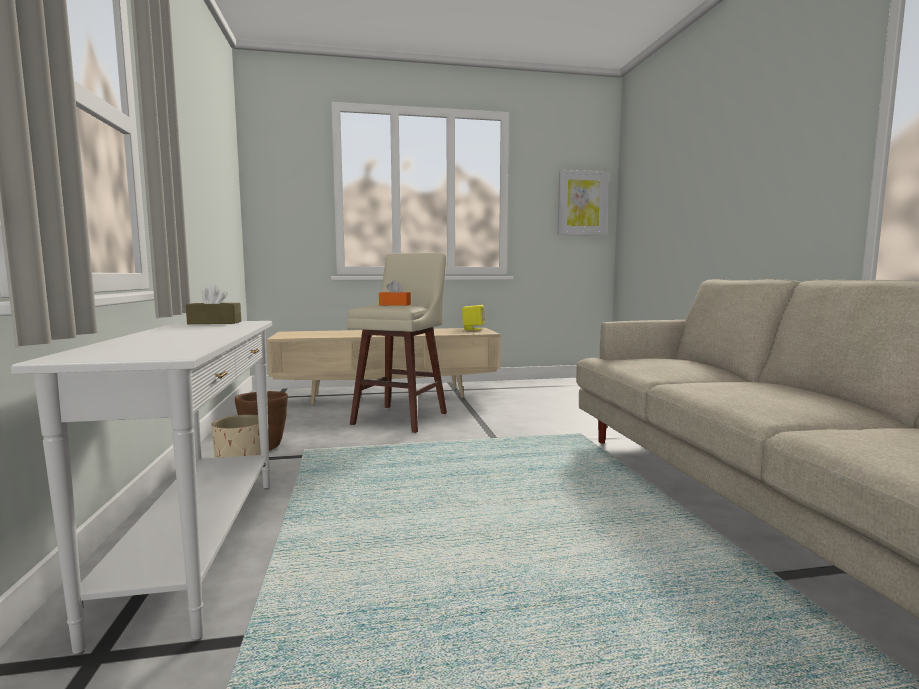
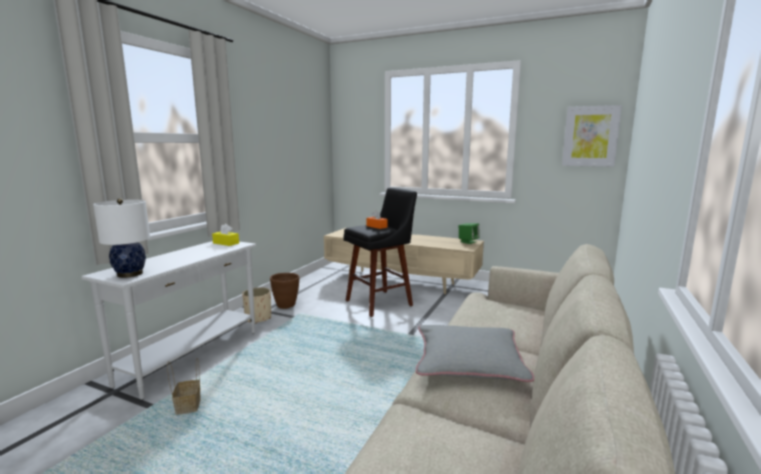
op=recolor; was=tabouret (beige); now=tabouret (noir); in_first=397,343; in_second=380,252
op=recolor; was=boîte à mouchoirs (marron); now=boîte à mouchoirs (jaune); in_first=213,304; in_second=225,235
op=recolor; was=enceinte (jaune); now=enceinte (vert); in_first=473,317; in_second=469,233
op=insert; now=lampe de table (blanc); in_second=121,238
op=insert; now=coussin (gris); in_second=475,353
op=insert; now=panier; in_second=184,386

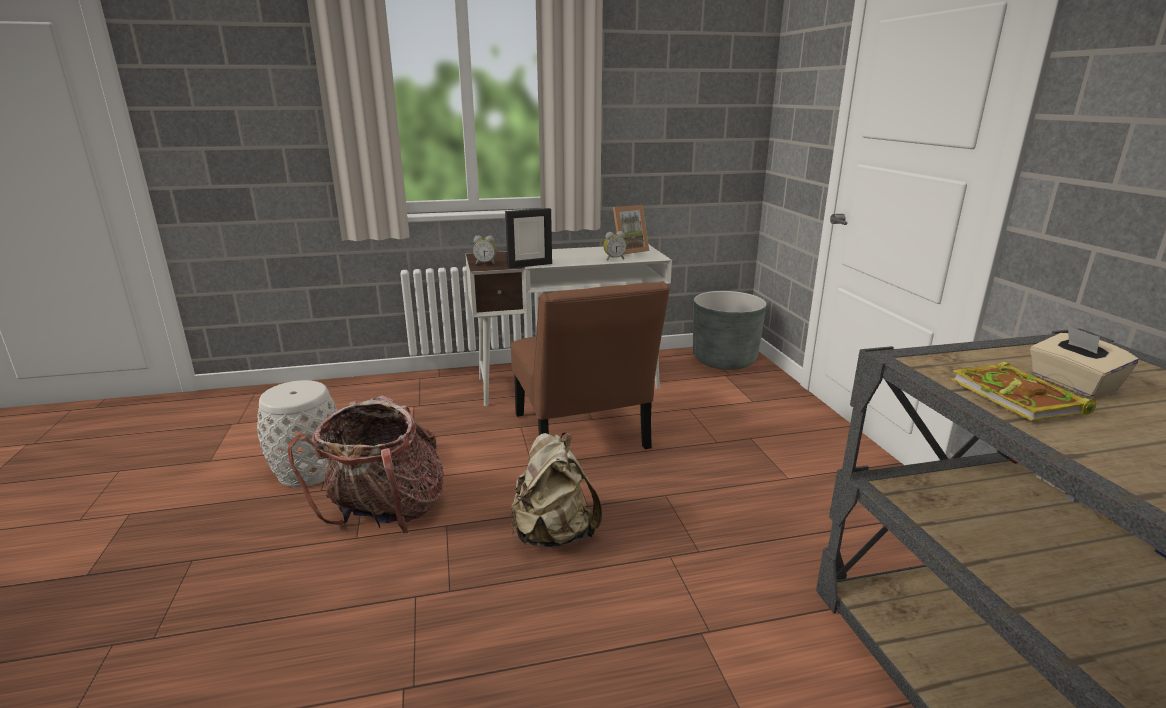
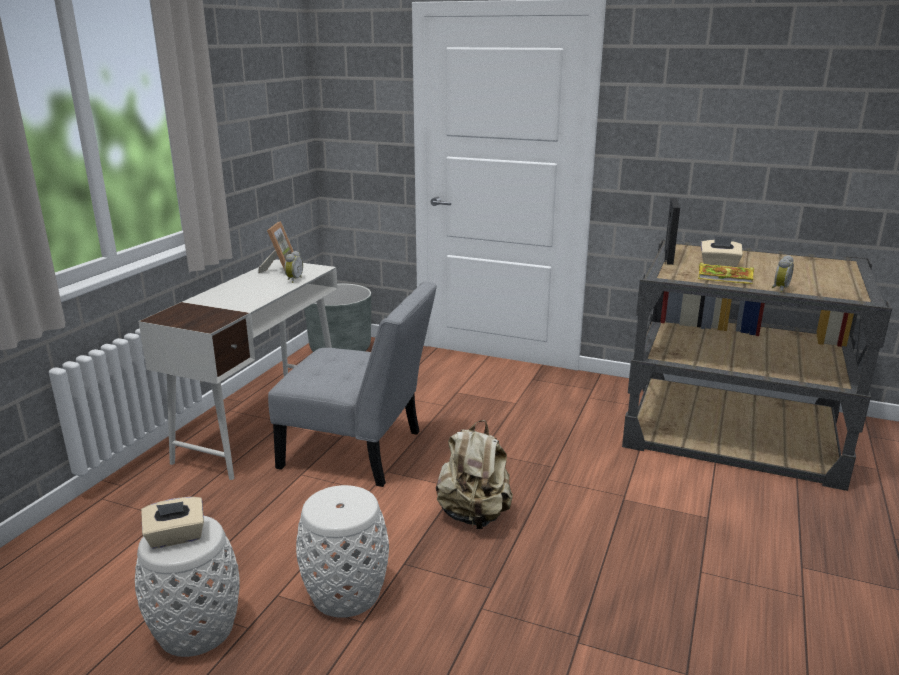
op=move; was=cadre photo; in_first=528,238; in_second=672,231
op=move; was=réveil; in_first=484,250; in_second=783,274
op=recolor; was=chaise (marron); now=chaise (gris); in_first=590,365; in_second=352,384
op=replace; was=sac à dos; now=tabouret (blanc); in_first=366,464; in_second=342,551
op=insert; now=boîte à mouchoirs (beige); in_second=172,523

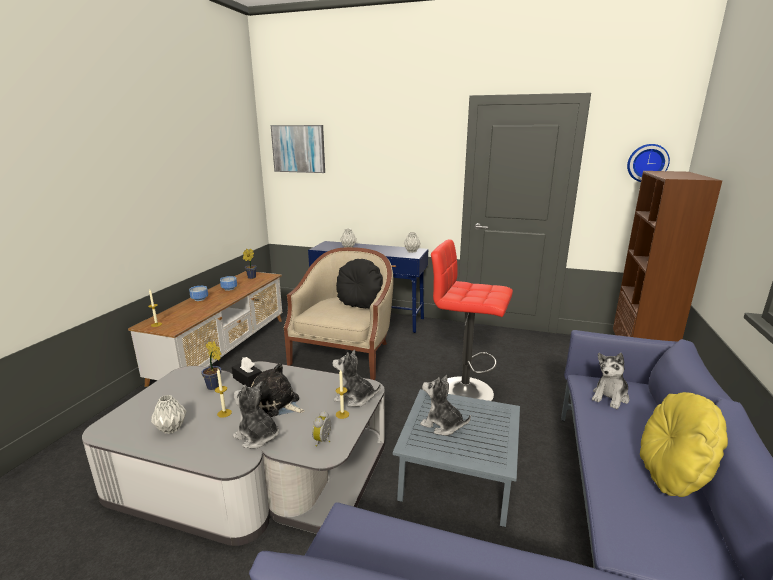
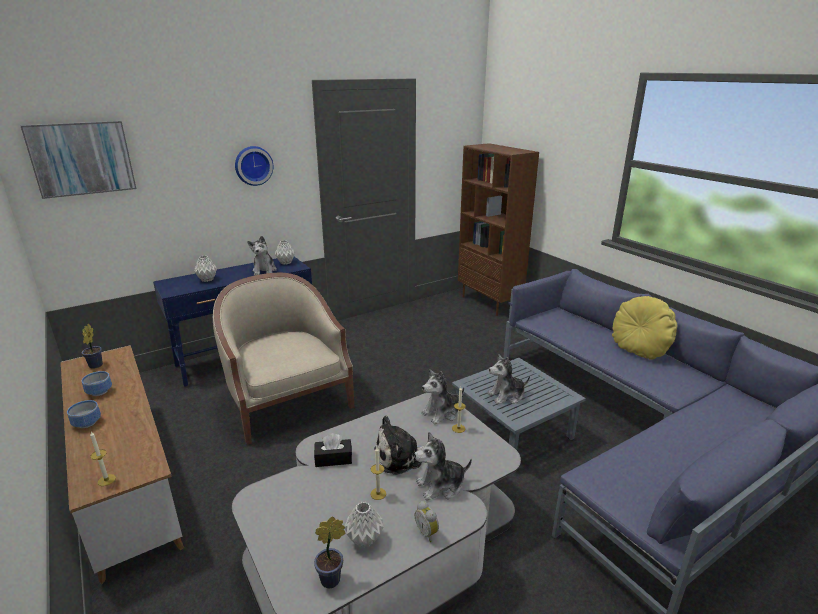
op=move; was=horloge murale; in_first=648,163; in_second=254,166
op=delete; was=tabouret (rouge); in_first=472,320
op=delete; was=coussin (noir); in_first=359,283
op=move; was=plante en pot; in_first=211,365; in_second=329,552
op=move; was=peluche; in_first=610,381; in_second=262,256
op=move; was=réveil; in_first=321,428; in_second=427,521

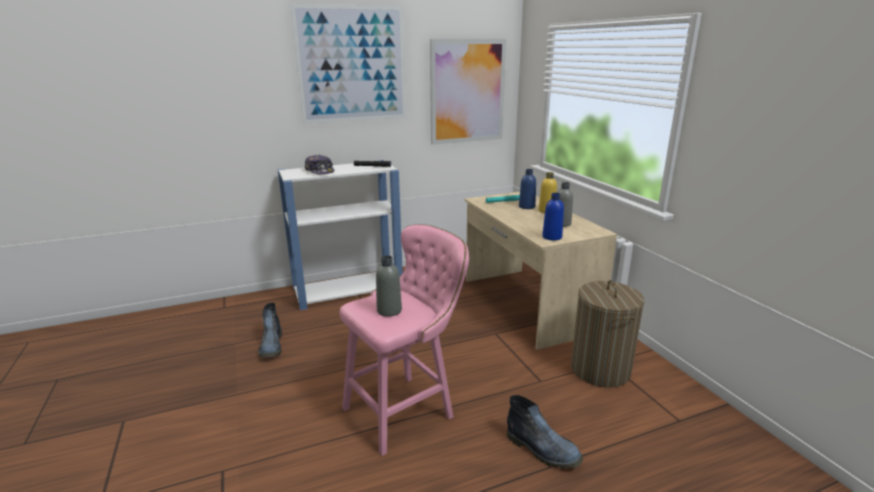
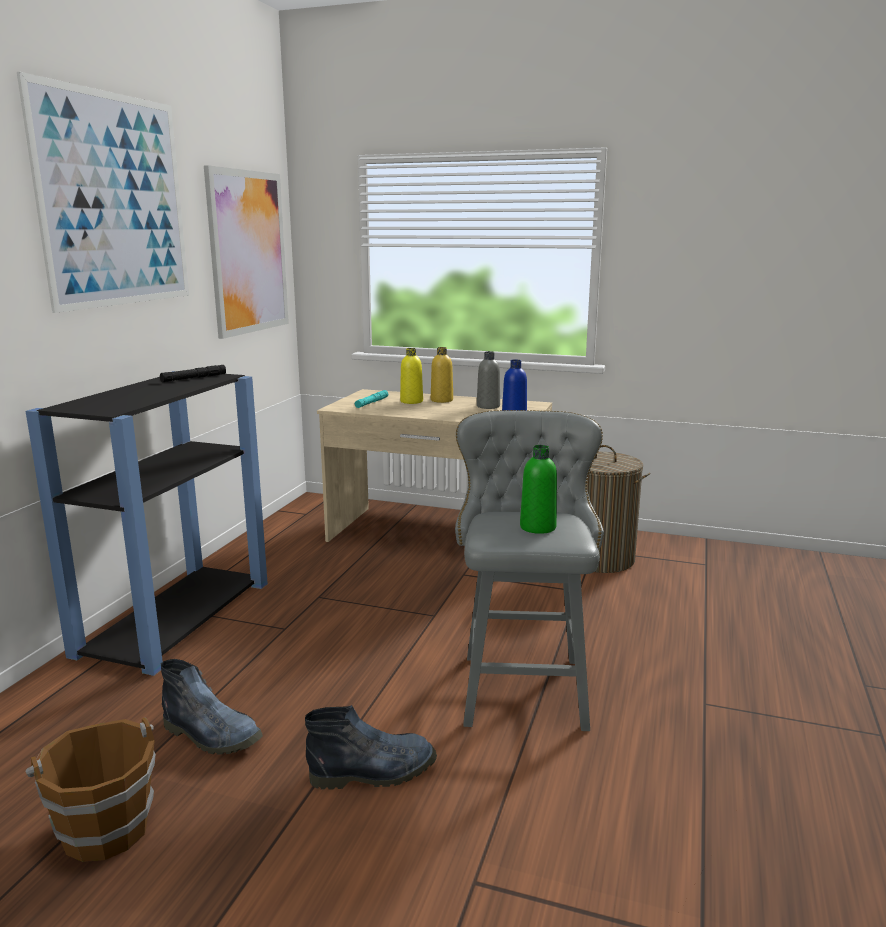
op=delete; was=casquette; in_first=319,164
op=recolor; was=bibliothèque (blanc); now=bibliothèque (noir); in_first=340,235; in_second=147,523
op=recolor; was=bouteille (bleu); now=bouteille (jaune); in_first=527,189; in_second=411,376
op=recolor; was=tabouret (rose); now=tabouret (gris); in_first=404,340; in_second=529,570
op=recolor; was=bouteille (gris); now=bouteille (vert); in_first=389,286; in_second=538,489
op=move; was=botte; in_first=545,432; in_second=371,747
op=insert; now=seau (marron); in_second=91,789

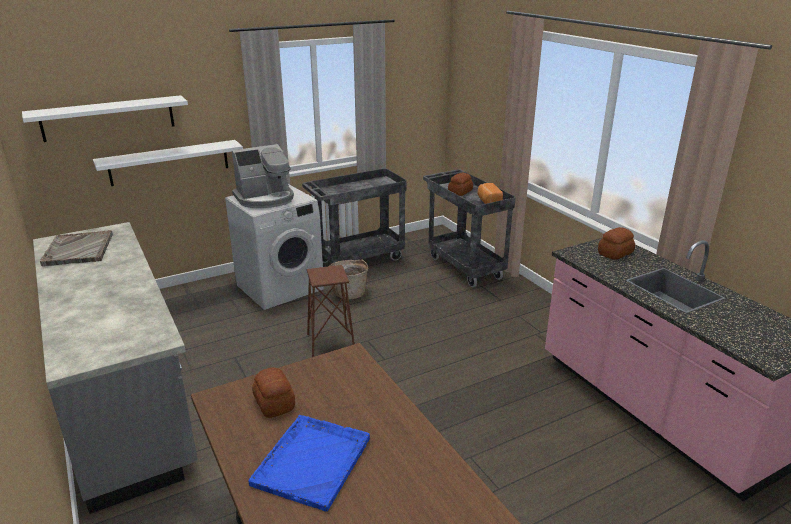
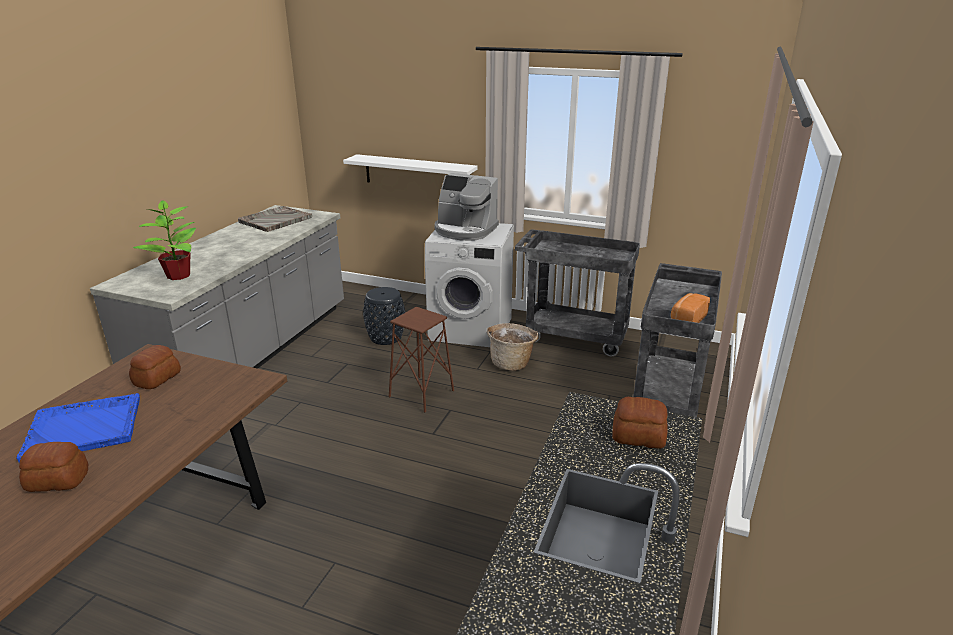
op=delete; was=étagère (blanc); in_first=105,118
op=move; was=pain; in_first=460,184; in_second=53,467
op=insert; now=plante en pot; in_second=164,240
op=insert; now=tabouret (noir); in_second=384,316

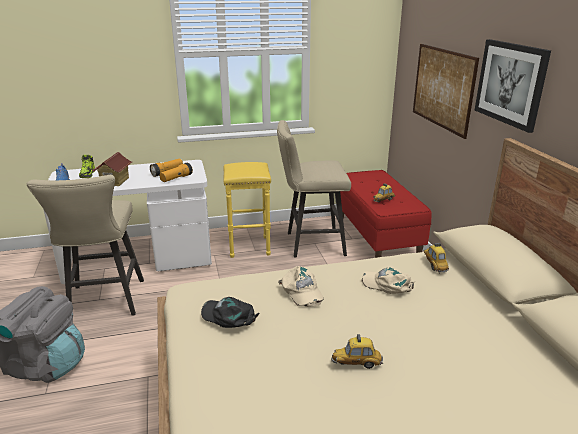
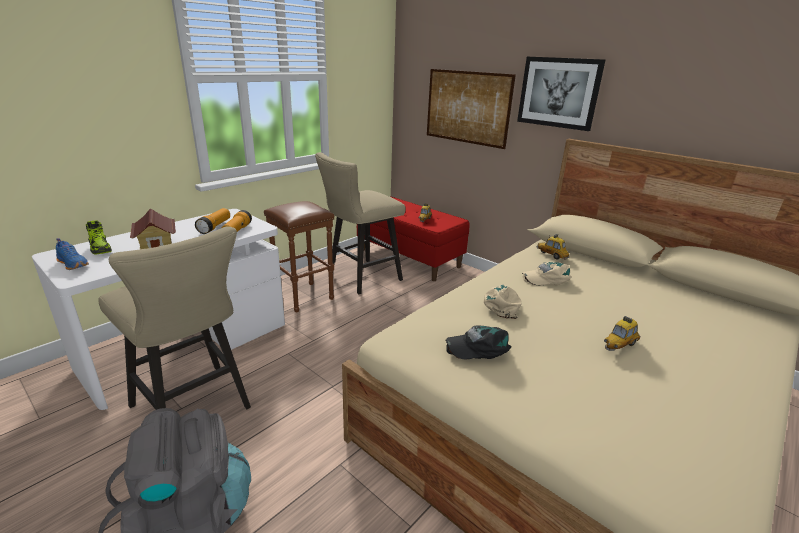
op=recolor; was=tabouret (jaune); now=tabouret (marron); in_first=247,210; in_second=299,256
op=rotate; was=casquette (beige); in_first=300,286; in_second=502,302; clockwise=-105

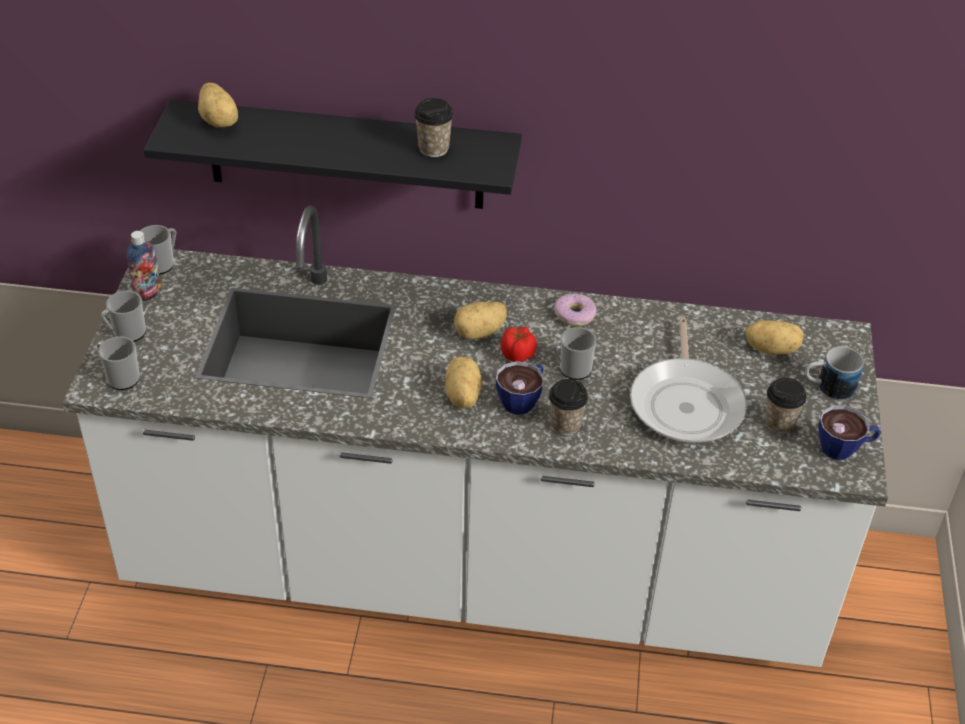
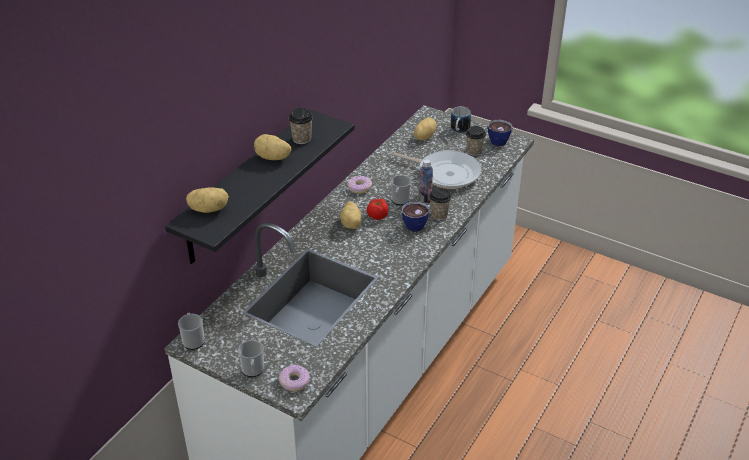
op=move; was=bouteille; in_first=144,266; in_second=426,181
op=replace; was=mug; now=beignet; in_first=118,363; in_second=294,378
op=move; was=pomme de terre; in_first=463,382; in_second=273,147

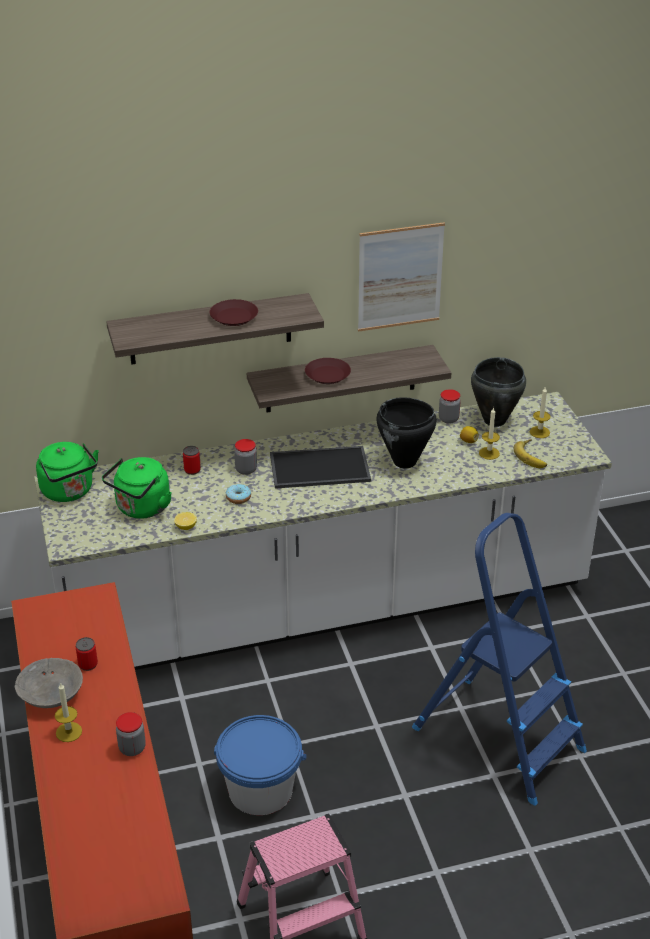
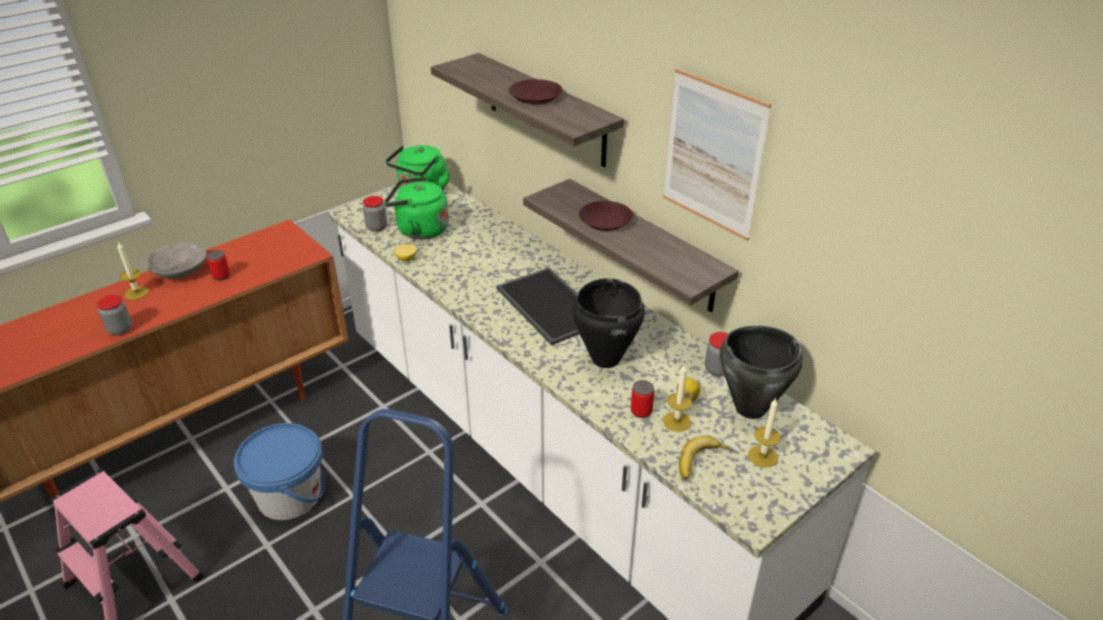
op=move; was=bocal; in_first=245,457; in_second=375,214
op=move; was=boîte métallique; in_first=192,460; in_second=642,399
op=delete; was=beignet; in_first=238,494

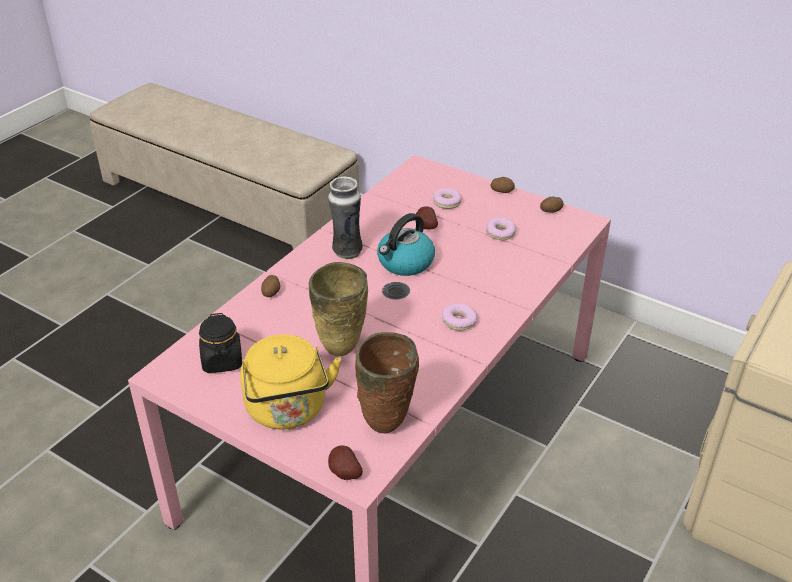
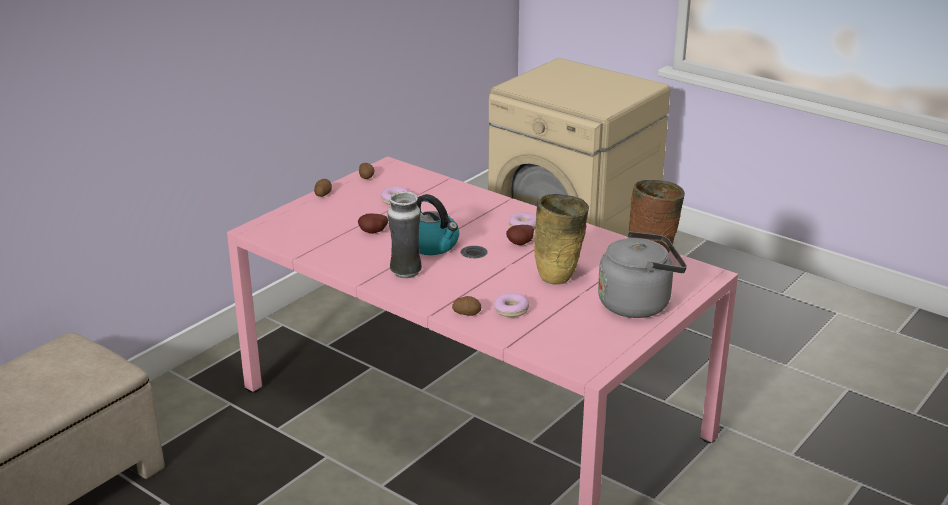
op=move; was=beignet; in_first=447,198; in_second=511,305
op=delete; was=bocal (noir); in_first=220,343
op=recolor; was=bouilloire (jaune); now=bouilloire (gris); in_first=290,381; in_second=642,274
op=move; was=pomme de terre; in_first=345,462; in_second=520,235

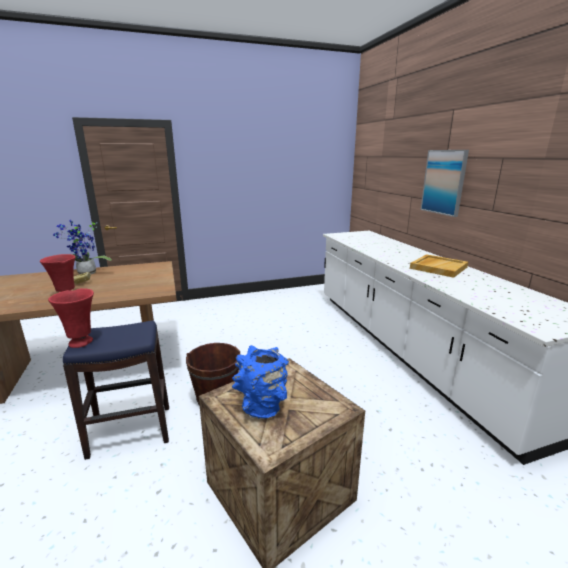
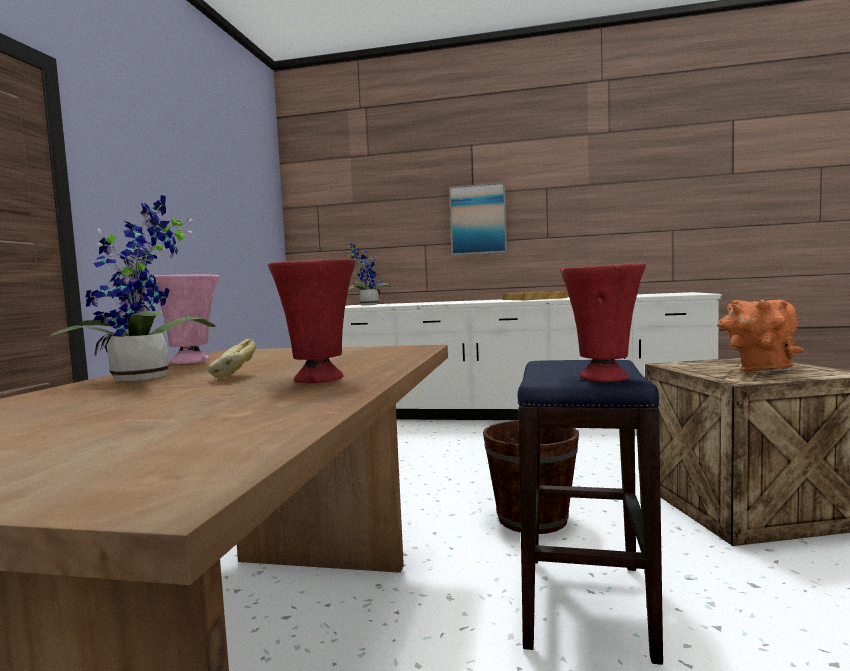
op=recolor; was=vase (bleu); now=vase (orange); in_first=260,382; in_second=761,335
op=insert; now=plante en pot; in_second=369,274
op=insert; now=vase (rose); in_second=185,319

